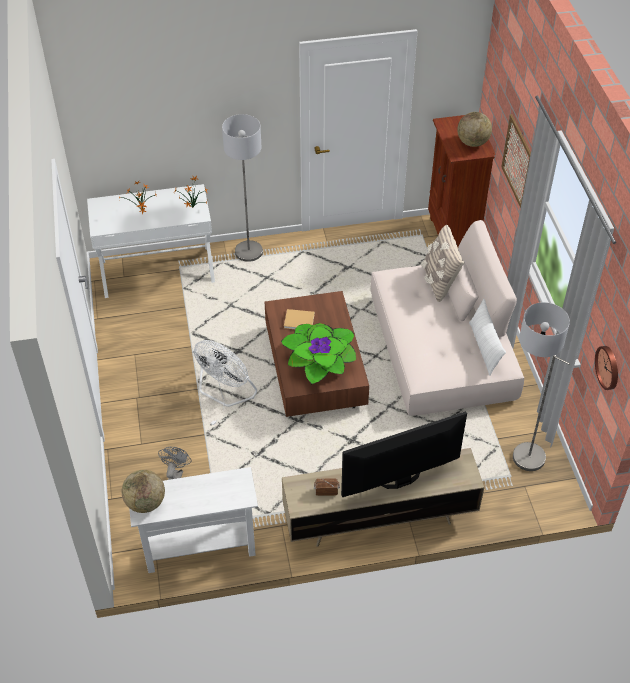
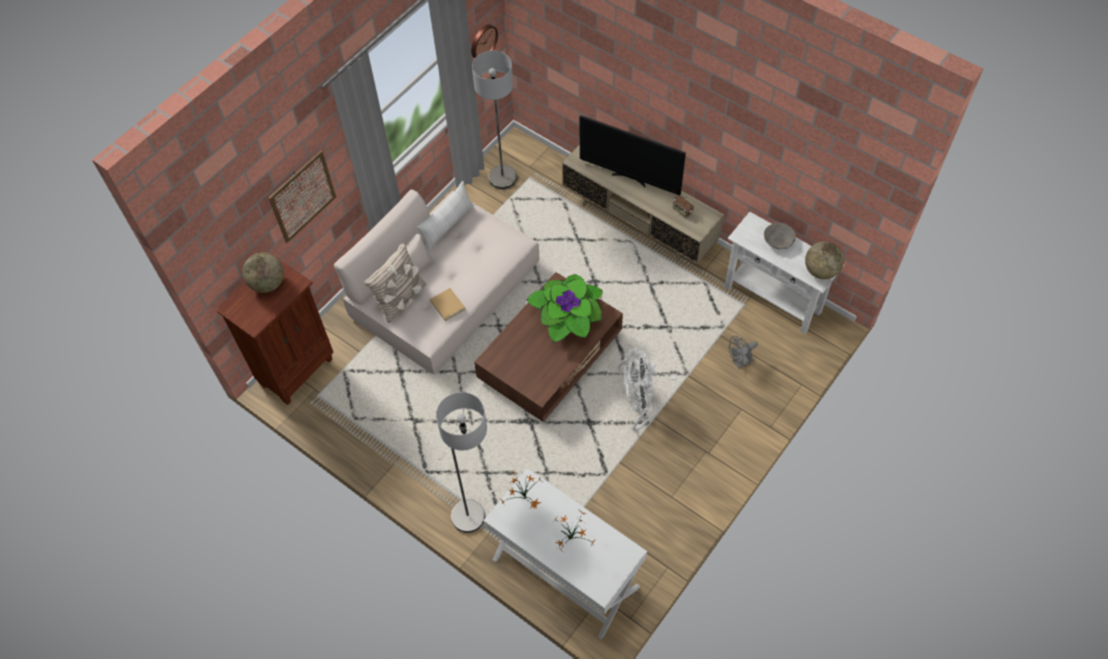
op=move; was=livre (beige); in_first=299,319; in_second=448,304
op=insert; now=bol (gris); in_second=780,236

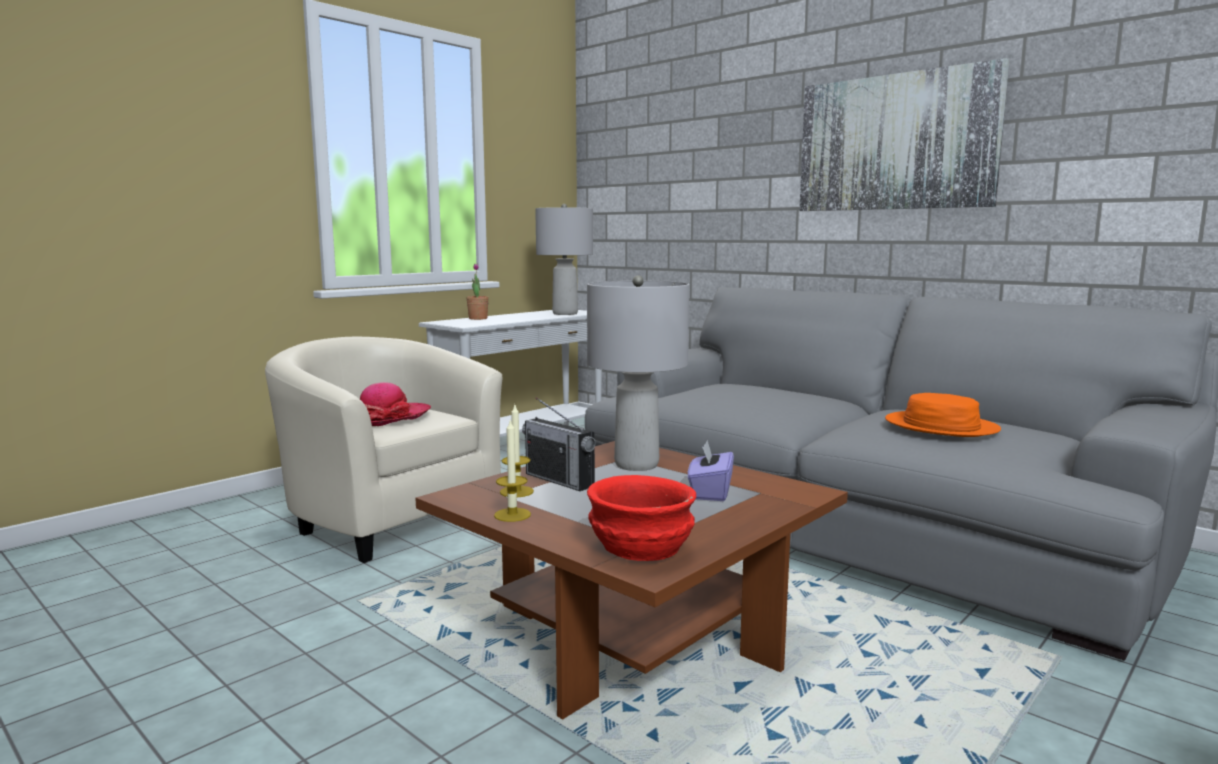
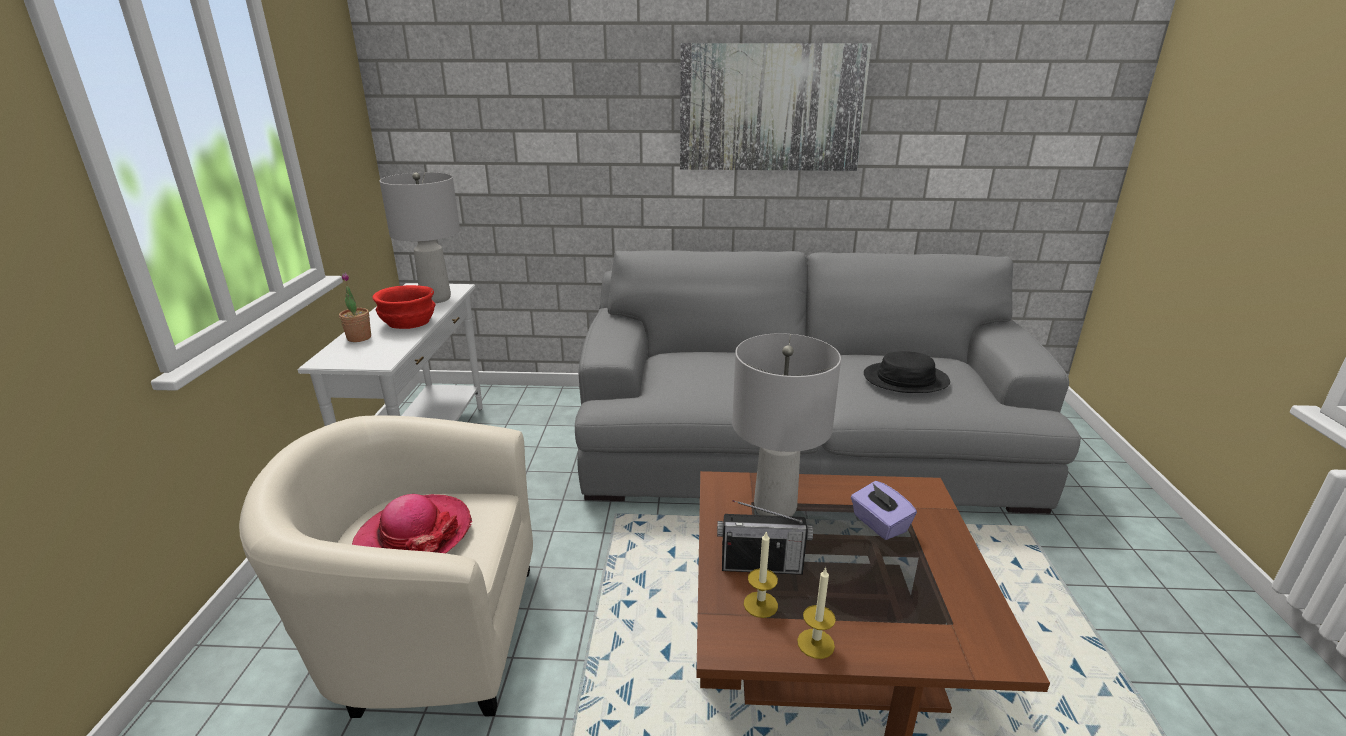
op=recolor; was=chapeau (orange); now=chapeau (noir); in_first=943,415; in_second=907,372
op=move; was=bol (rouge); in_first=641,518; in_second=404,307

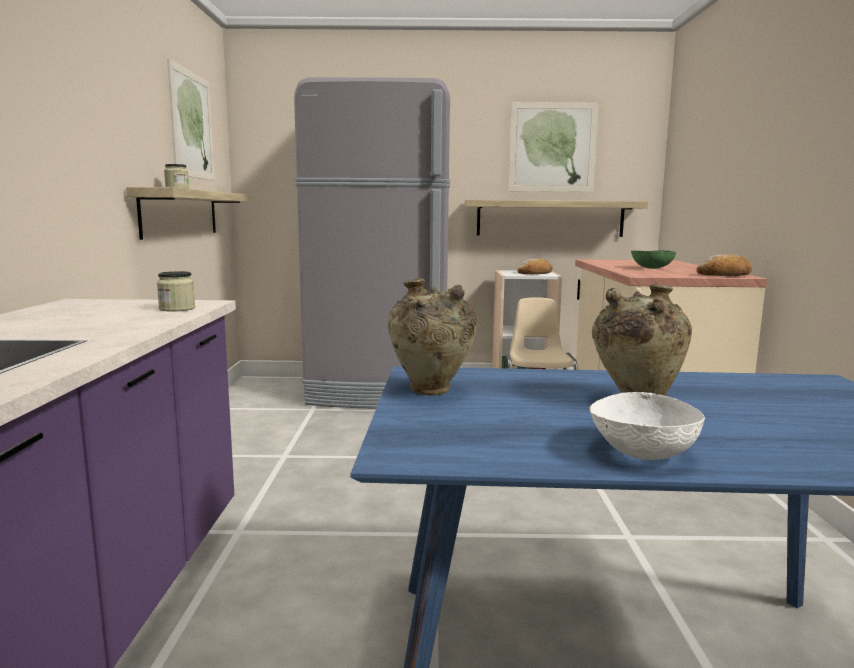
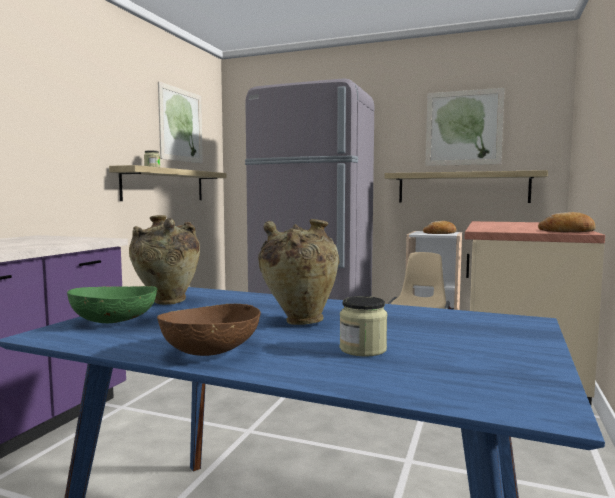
op=move; was=bol (vert); in_first=653,259; in_second=112,304
op=move; was=bocal; in_first=176,291; in_second=363,326
op=recolor; was=bol (blanc); now=bol (marron); in_first=647,426; in_second=209,329

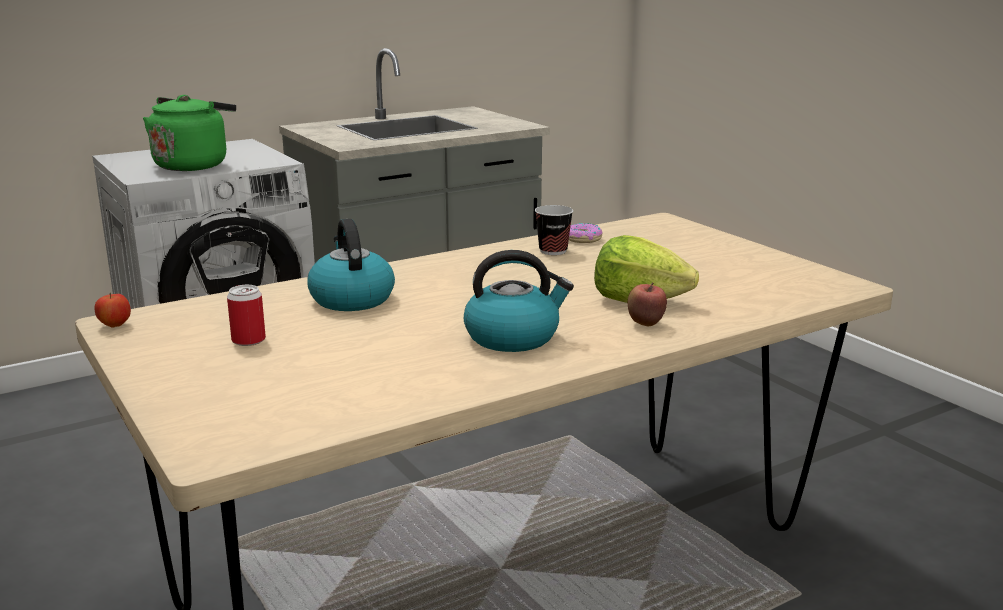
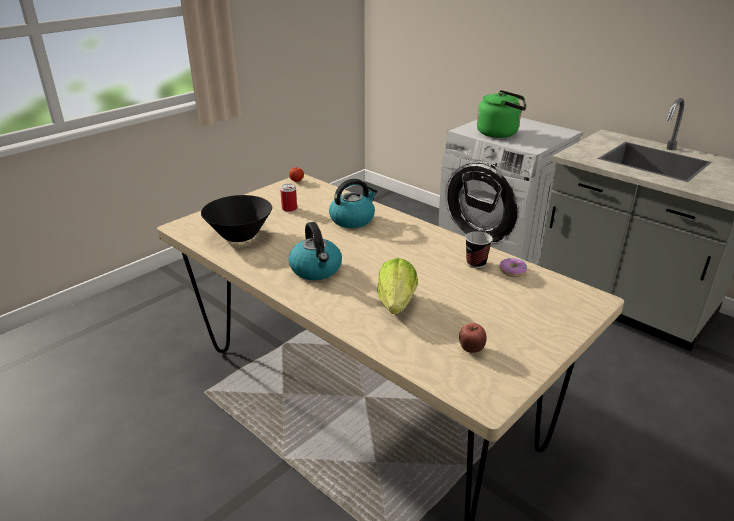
op=move; was=pomme; in_first=647,304; in_second=473,338
op=insert; now=bol (noir); in_second=236,218

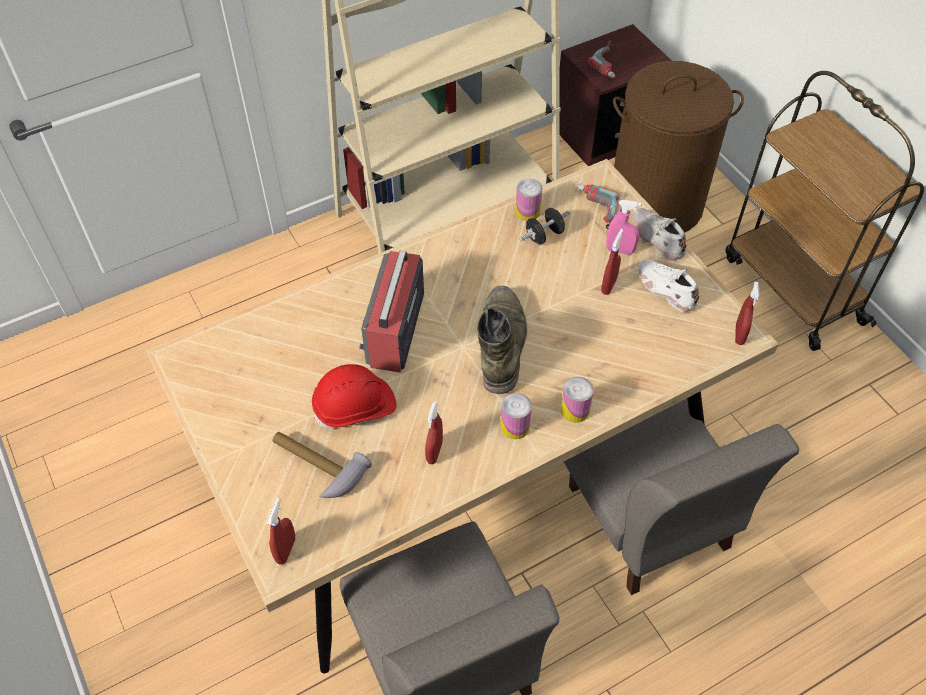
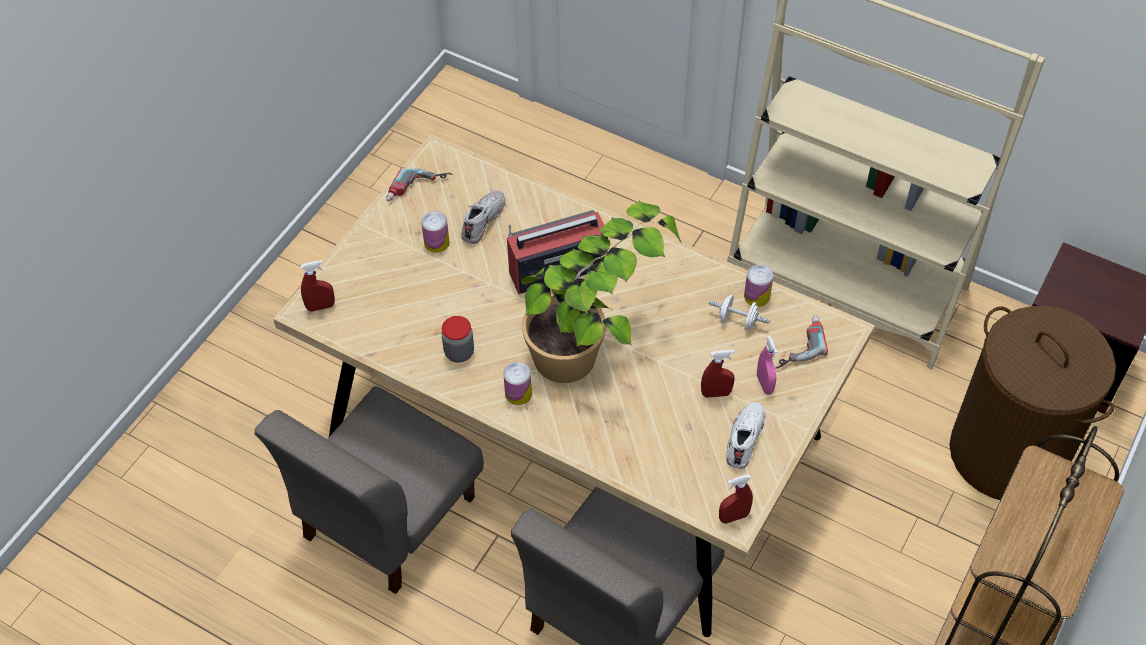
op=move; was=perceuse; in_first=601,59; in_second=419,184
op=recolor; was=haltère (noir); now=haltère (blanc); in_first=545,226; in_second=739,312
op=move; was=chaussure (blanc); in_first=660,234; in_second=483,217
op=replace; was=botte (vert); now=plante en pot; in_first=502,340; in_second=601,292
op=delete; was=casque de chantier (rouge); in_first=354,396
op=move; was=boîte métallique; in_first=577,400; in_second=435,232
op=replace; was=vaporisateur (rouge); now=bocal; in_first=434,432; in_second=457,339
op=delete; was=marteau; in_first=322,465

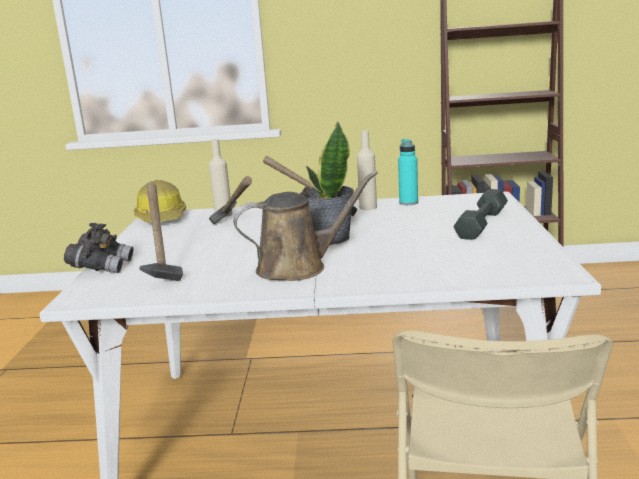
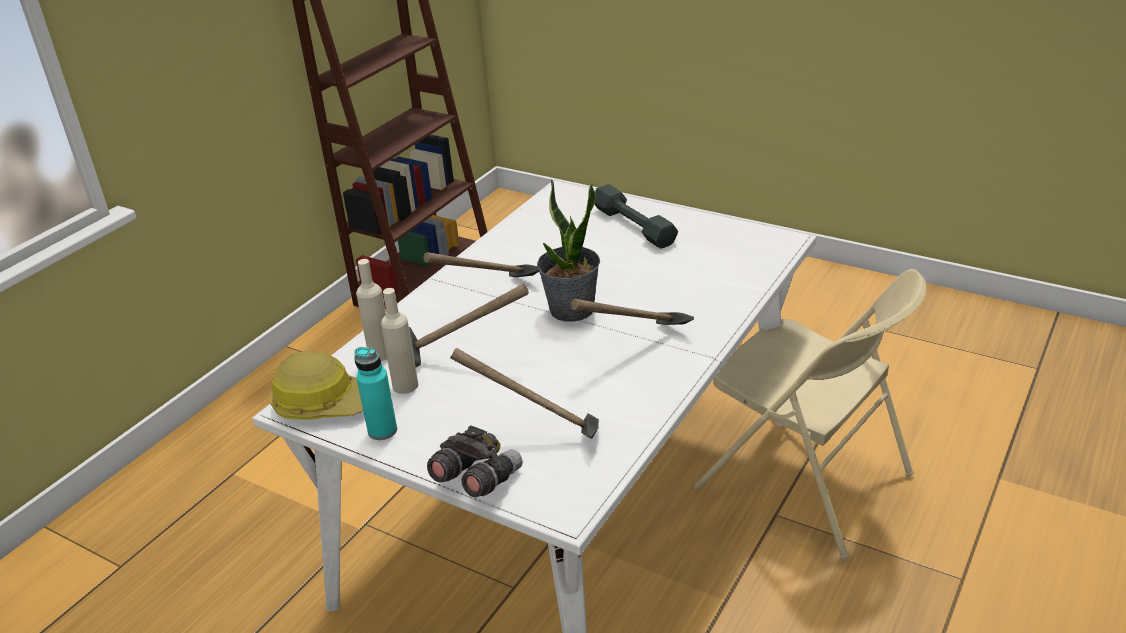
op=move; was=bouteille (beige); in_first=367,170; in_second=399,341
op=move; was=bouteille (turquoise); in_first=408,172; in_second=375,393
op=replace; was=arrosoir (marron); now=marteau; in_first=305,226; in_second=632,312

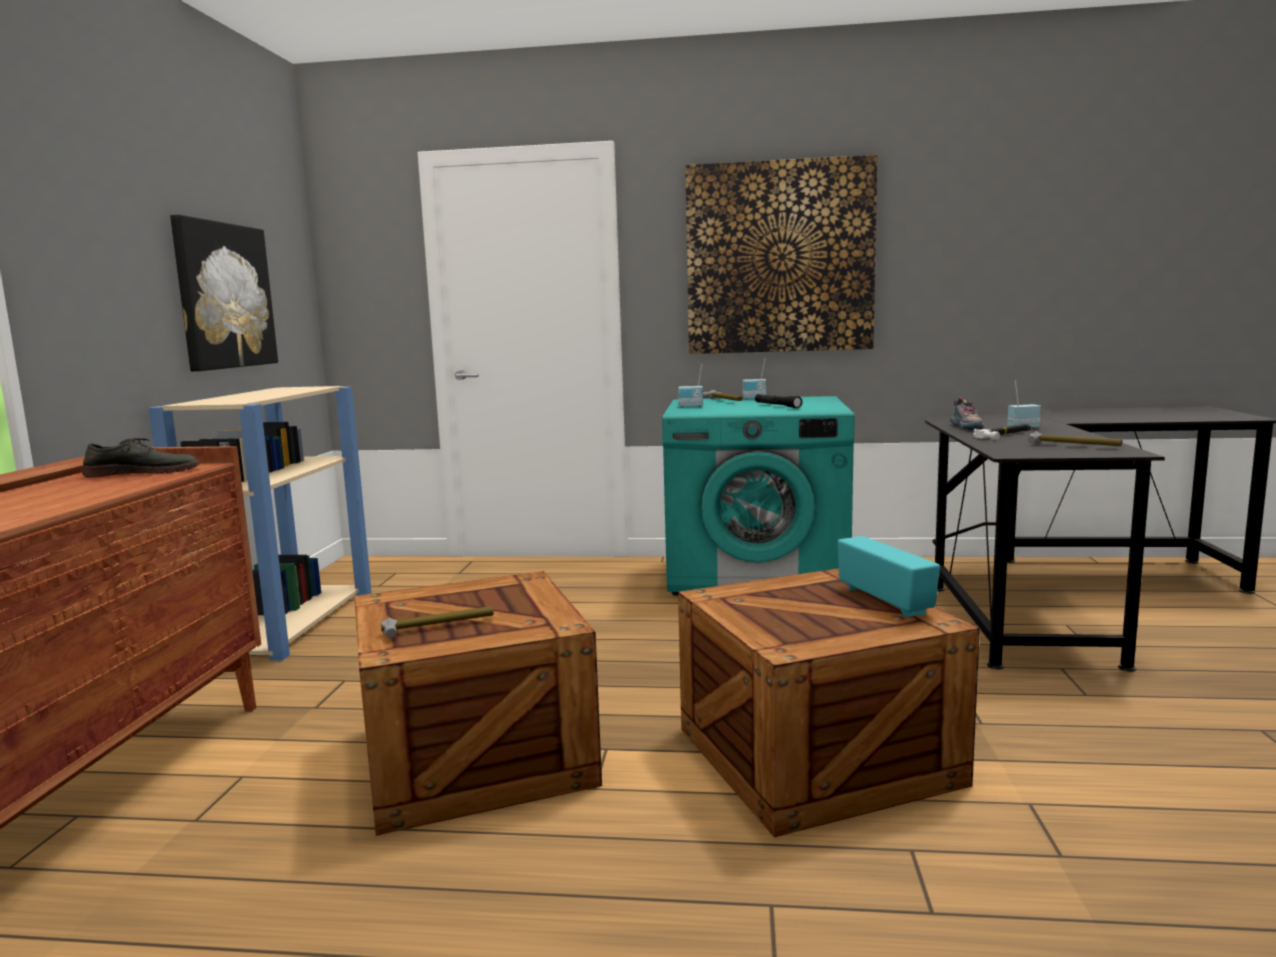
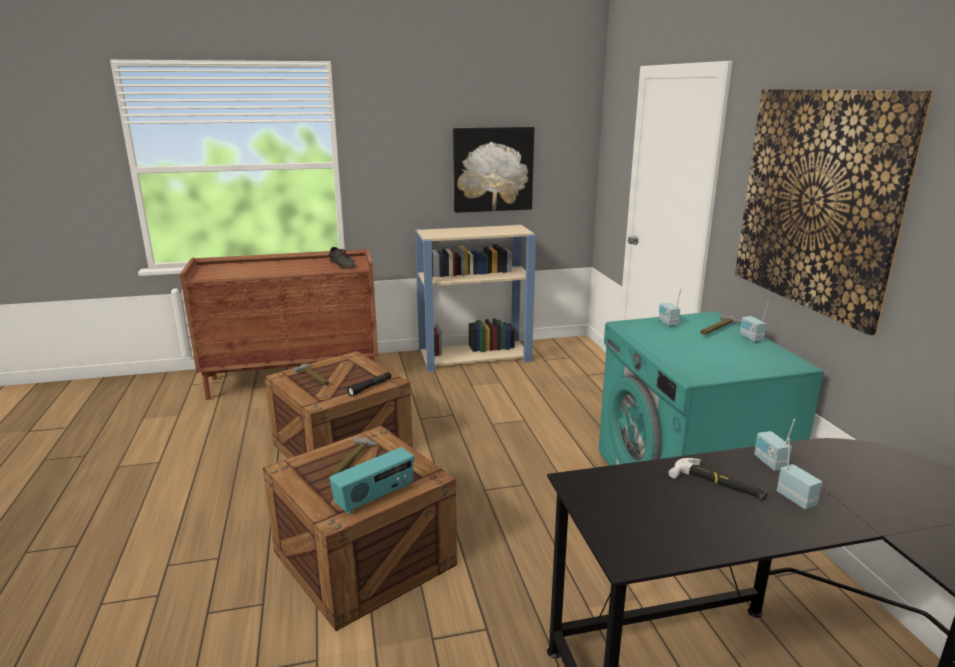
op=move; was=lampe de poche (noir); in_first=778,401; in_second=369,384
op=replace; was=chaussure; now=radio; in_first=967,413; in_second=774,445
op=move; was=marteau; in_first=1075,438; in_second=353,456

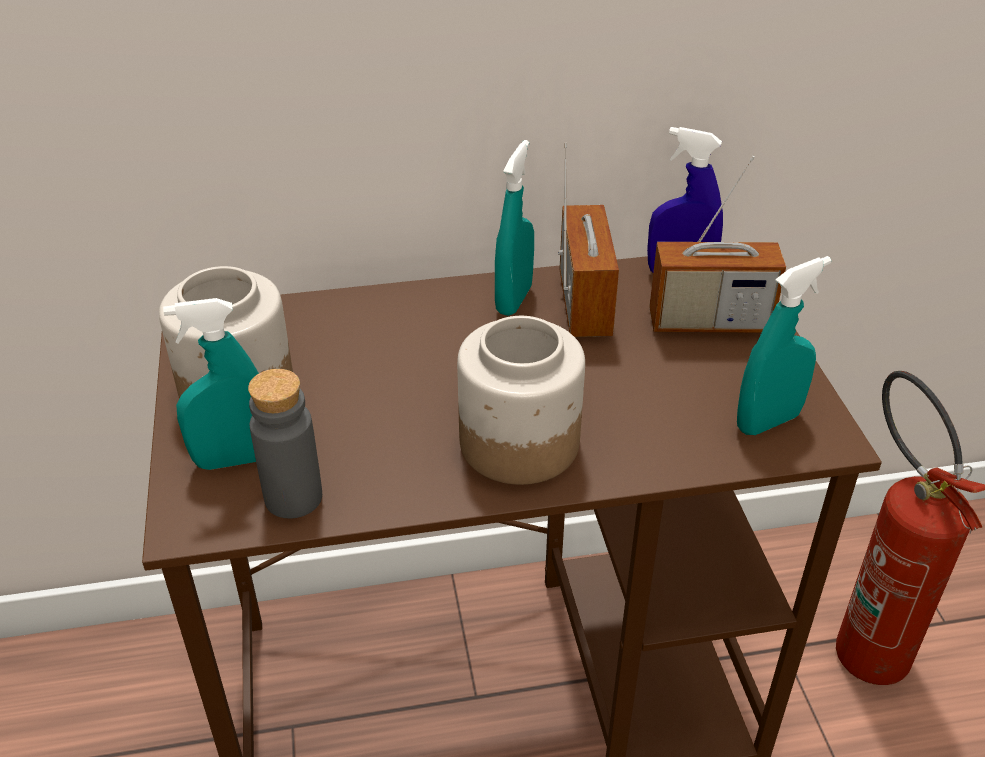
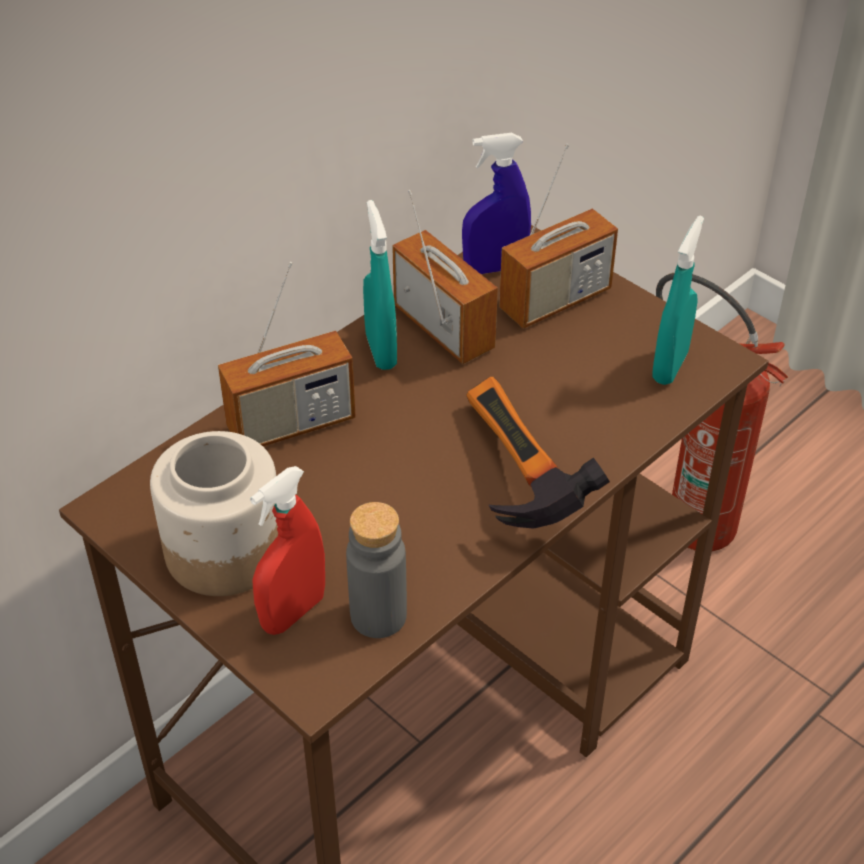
op=recolor; was=vaporisateur (turquoise); now=vaporisateur (rouge); in_first=211,384; in_second=287,550
op=replace; was=bocal; now=marteau; in_first=521,400; in_second=538,453
op=insert; now=radio; in_second=287,354

